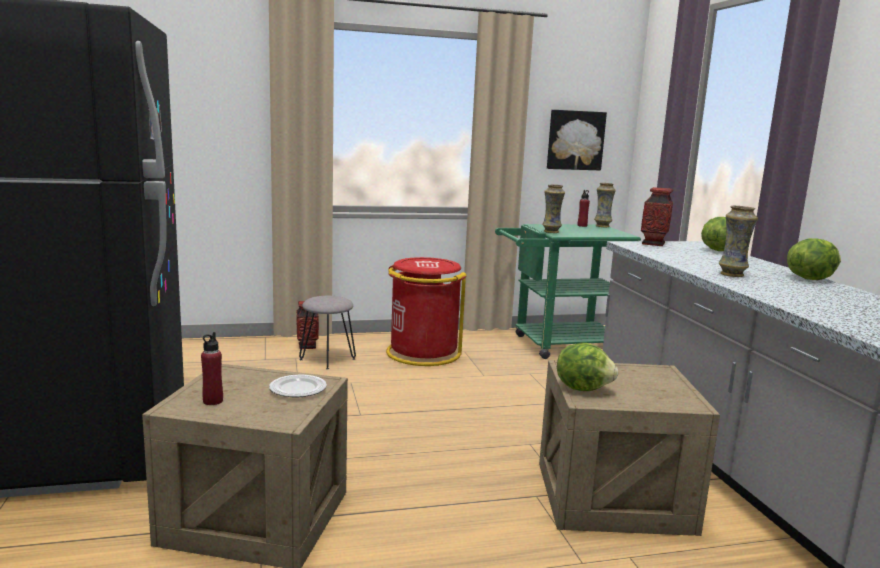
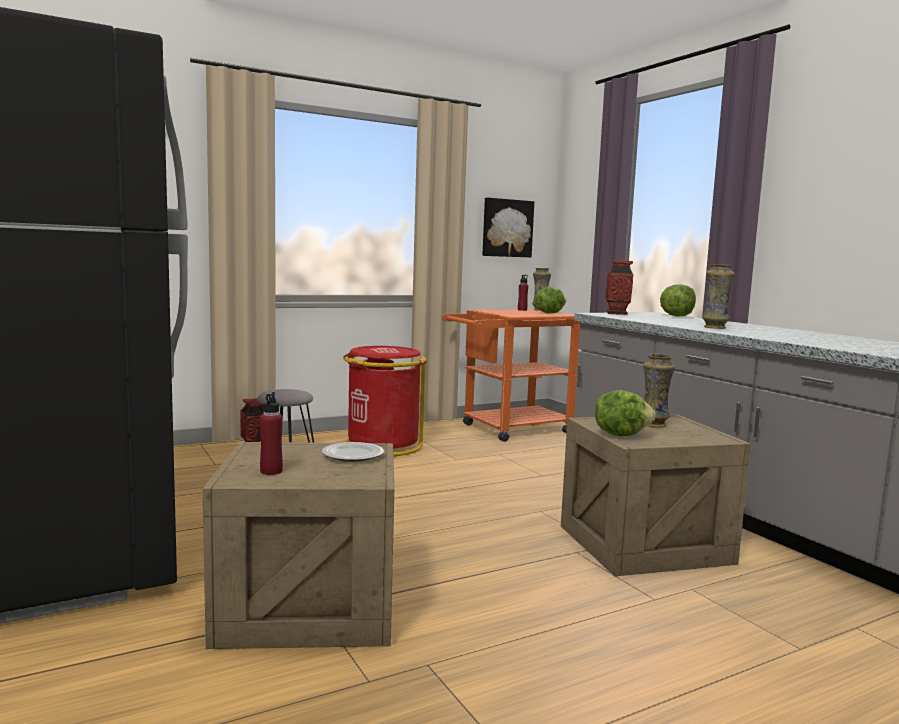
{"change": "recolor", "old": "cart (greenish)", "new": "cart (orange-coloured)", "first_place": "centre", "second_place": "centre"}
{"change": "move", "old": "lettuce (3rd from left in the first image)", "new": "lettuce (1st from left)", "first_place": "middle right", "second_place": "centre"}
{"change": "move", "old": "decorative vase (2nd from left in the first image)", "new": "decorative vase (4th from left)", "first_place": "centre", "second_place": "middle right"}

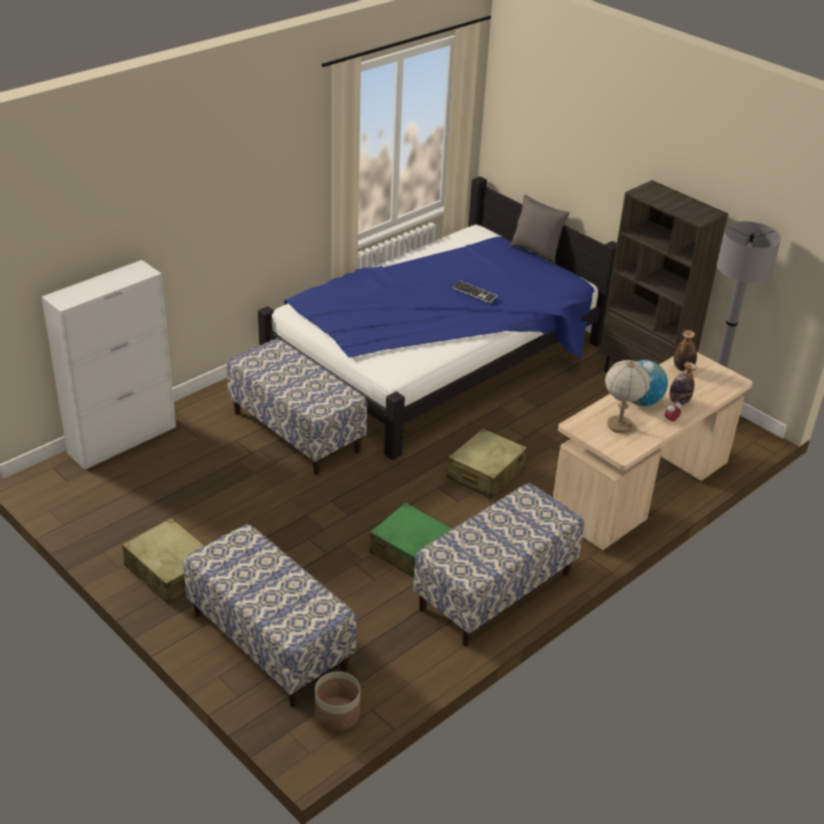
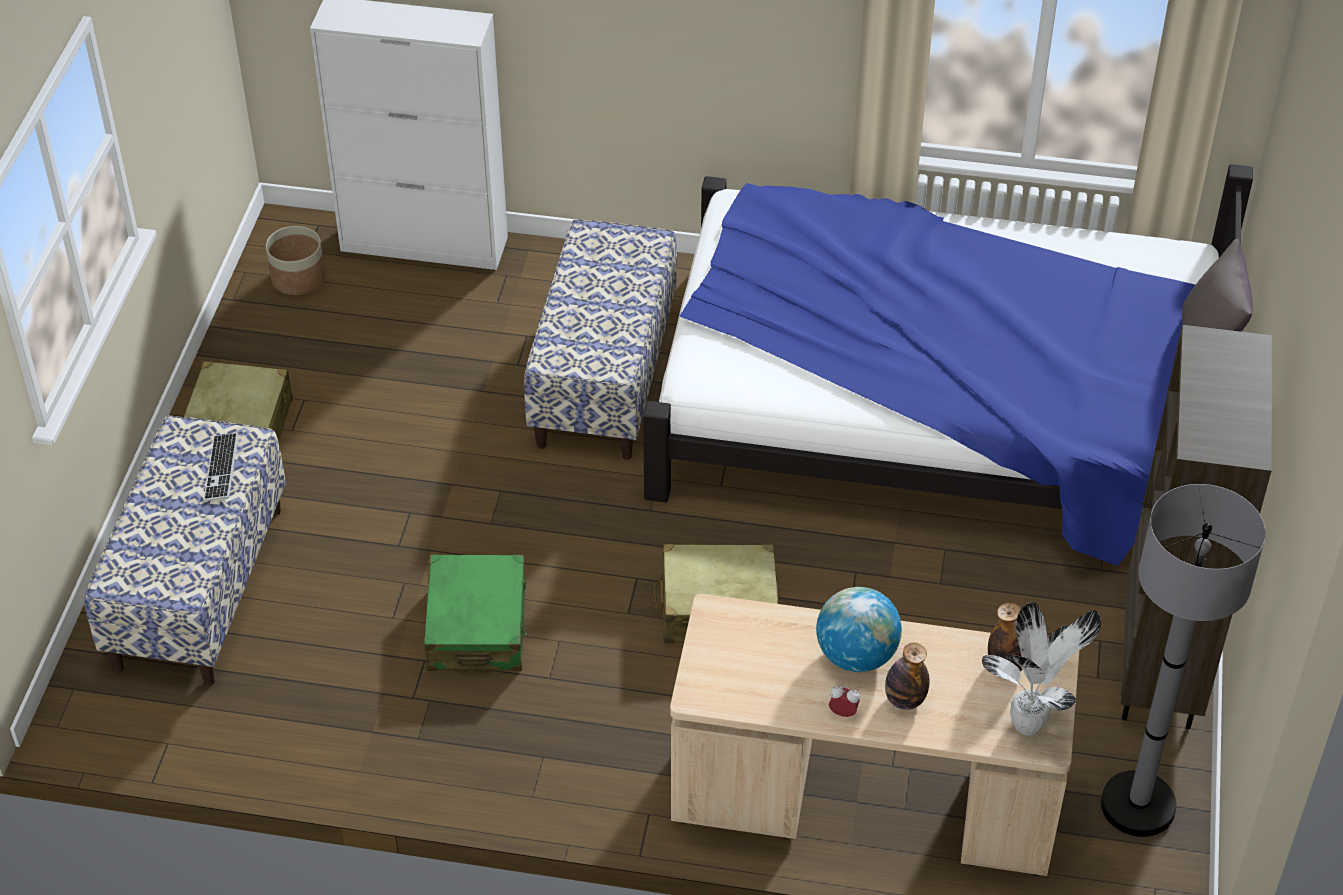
{"change": "move", "old": "computer keyboard", "first_place": "centre", "second_place": "middle left"}
{"change": "move", "old": "plant pot", "first_place": "bottom centre", "second_place": "top left"}
{"change": "insert", "new": "plant in a pot", "second_place": "bottom right"}
{"change": "delete", "old": "indoor bench (3rd from left)", "first_place": "bottom centre"}
{"change": "delete", "old": "table lamp", "first_place": "middle right"}

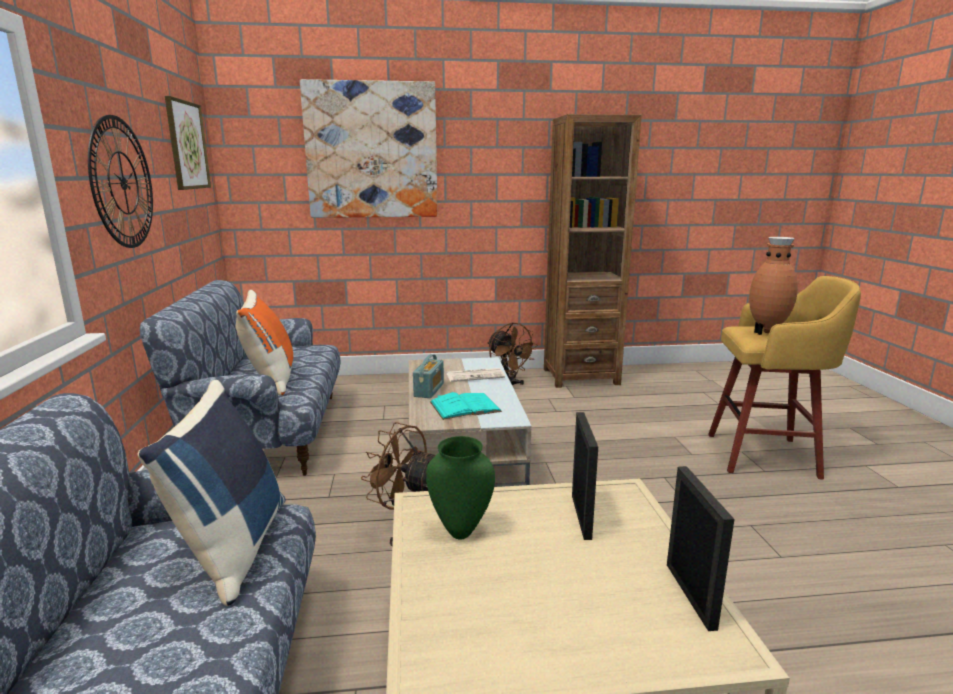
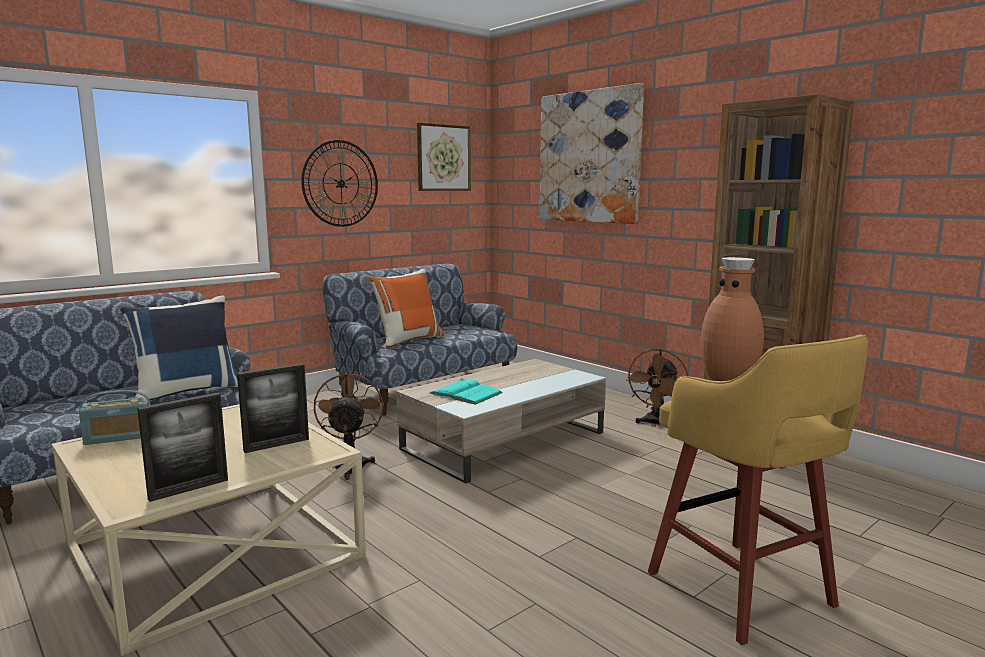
{"change": "move", "old": "radio receiver", "first_place": "centre", "second_place": "middle left"}
{"change": "delete", "old": "decorative vase (greenish)", "first_place": "bottom centre"}
{"change": "delete", "old": "daily paper", "first_place": "centre"}

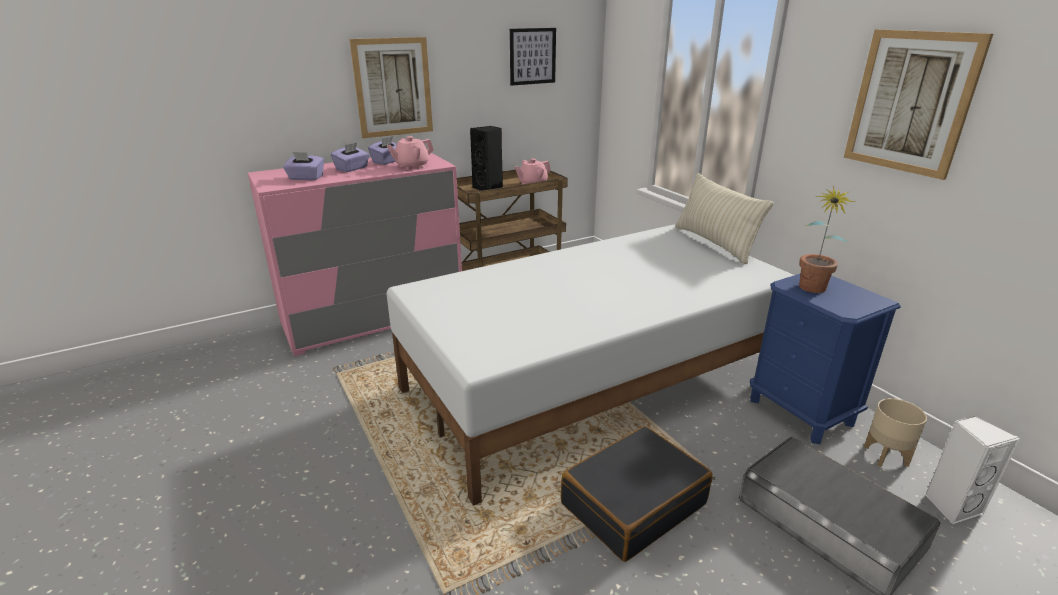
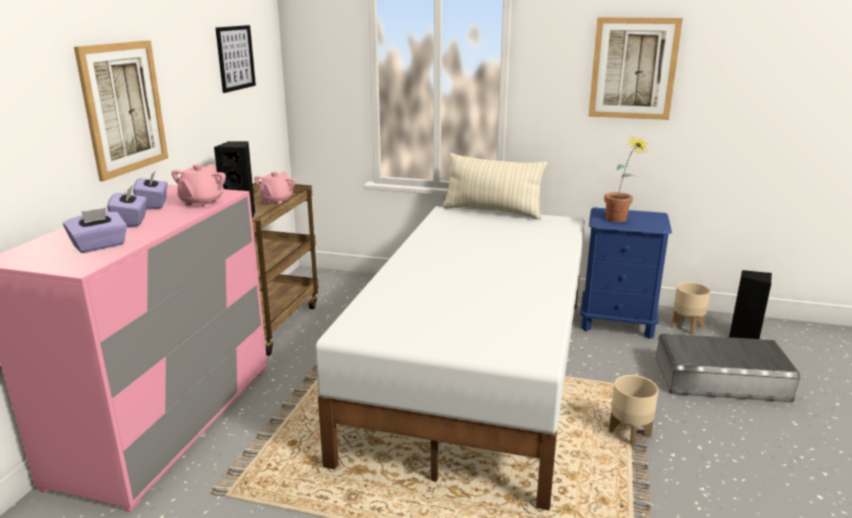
{"change": "replace", "old": "suitcase (black-coloured)", "new": "plant pot (sand-coloured) (1st from left)", "first_place": "bottom centre", "second_place": "bottom right"}
{"change": "recolor", "old": "speaker (white)", "new": "speaker (black-coloured) (2nd from left)", "first_place": "bottom right", "second_place": "middle right"}

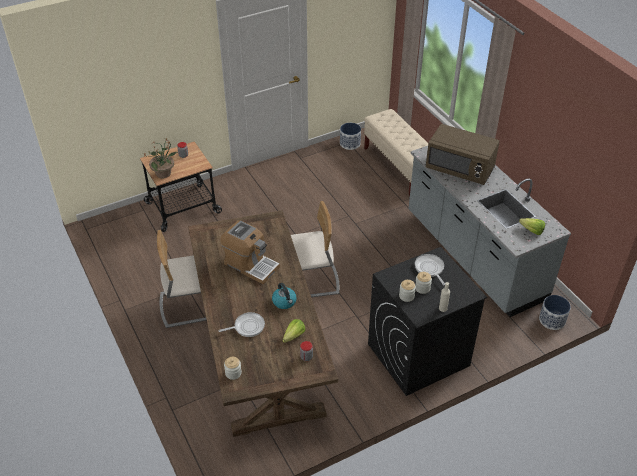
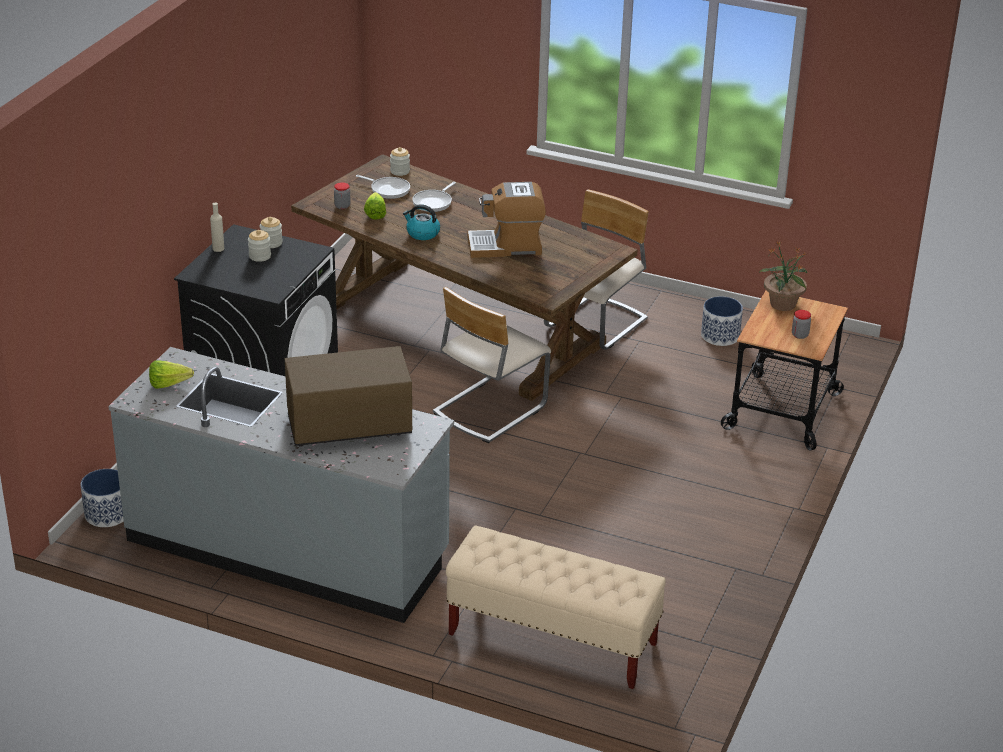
{"change": "move", "old": "skillet (2nd from left in the first image)", "new": "skillet (1st from left)", "first_place": "middle right", "second_place": "top centre"}
{"change": "move", "old": "plant pot (1st from left in the first image)", "new": "plant pot (2nd from left)", "first_place": "top centre", "second_place": "middle right"}

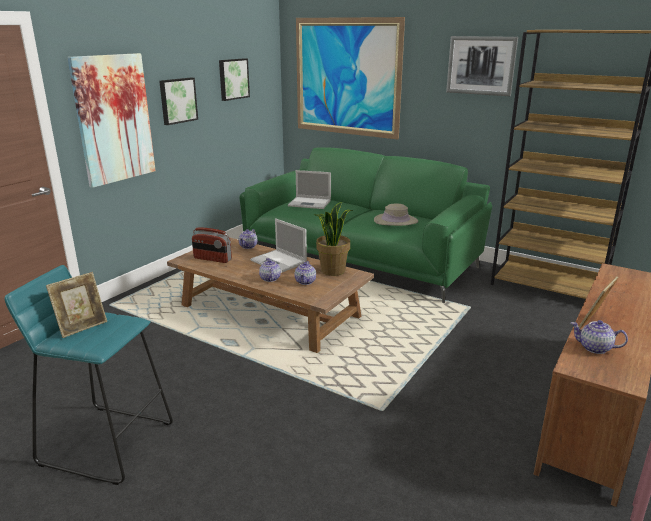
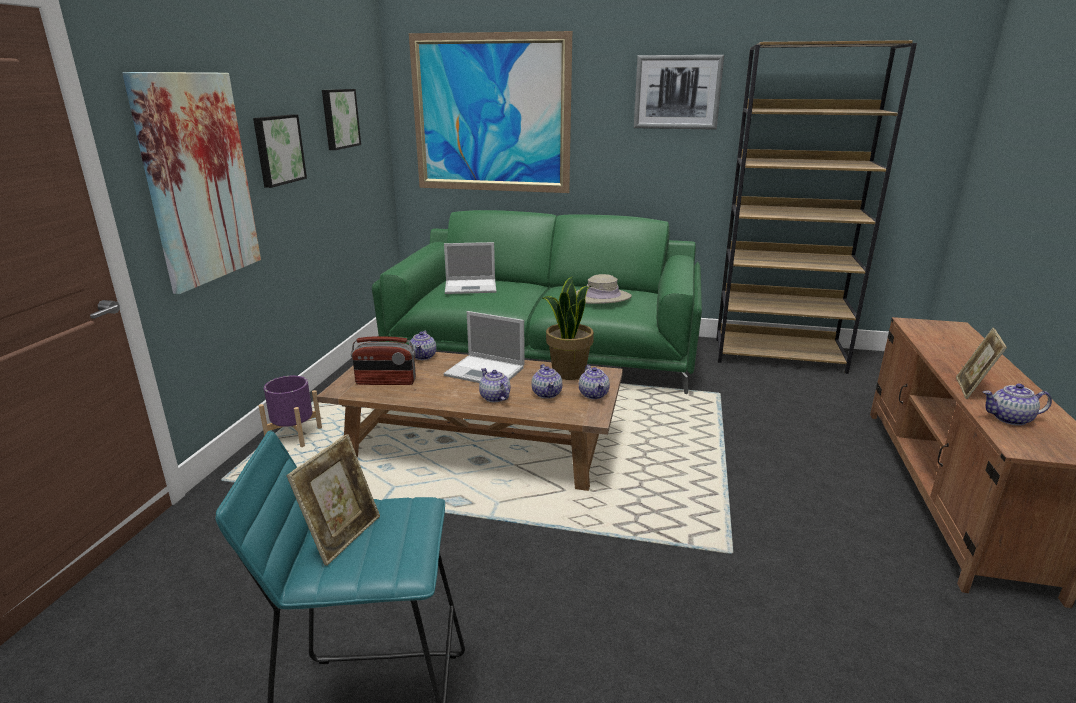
{"change": "insert", "new": "plant pot (purplish)", "second_place": "middle left"}
{"change": "insert", "new": "pot for tea (4th from left)", "second_place": "centre"}

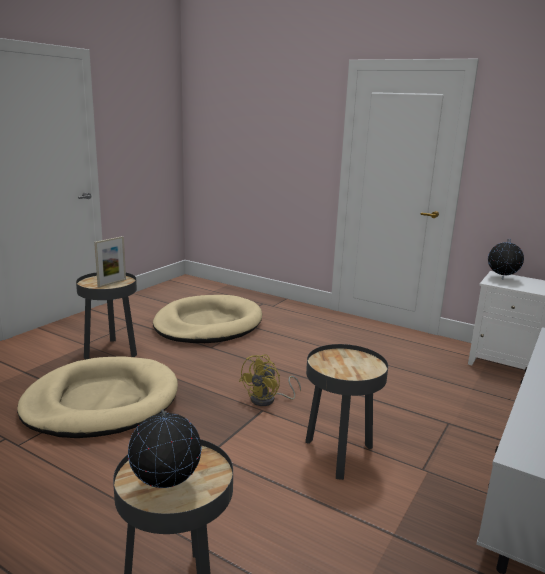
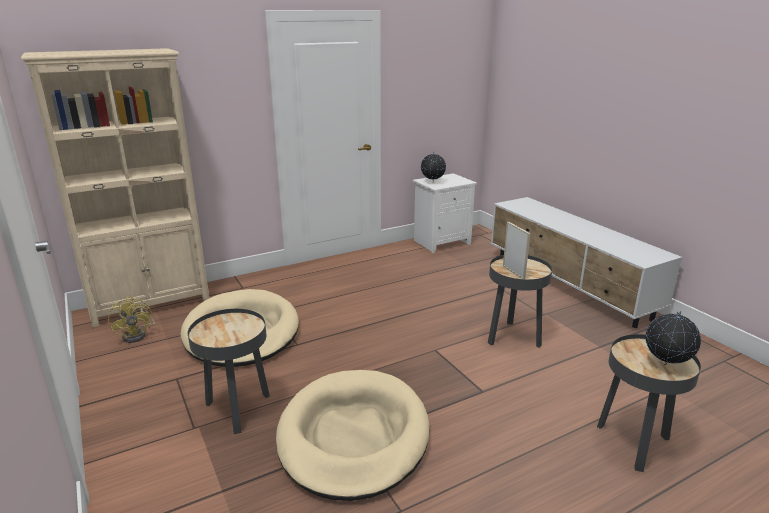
{"change": "insert", "new": "bookshelf (sand-coloured)", "second_place": "middle left"}
{"change": "move", "old": "cooling fan (yellow-coloured)", "first_place": "centre", "second_place": "middle left"}
{"change": "move", "old": "photo frame", "first_place": "middle left", "second_place": "middle right"}

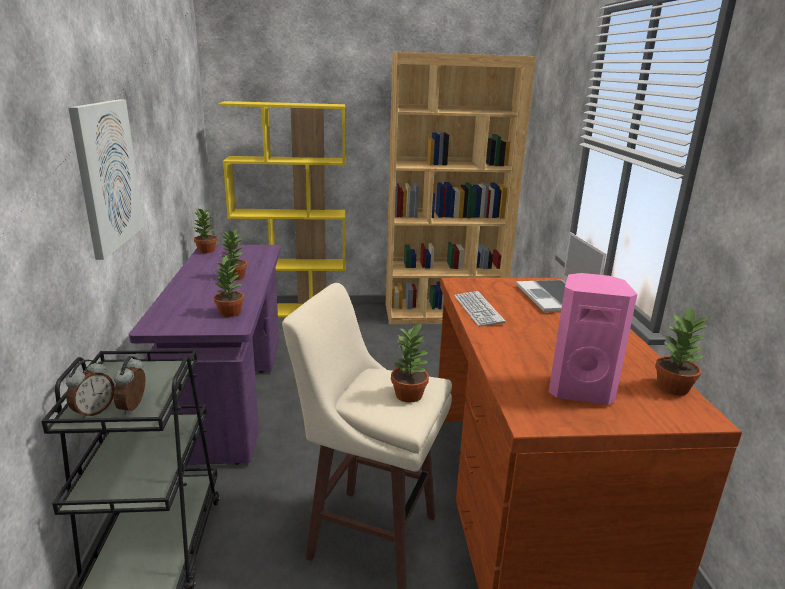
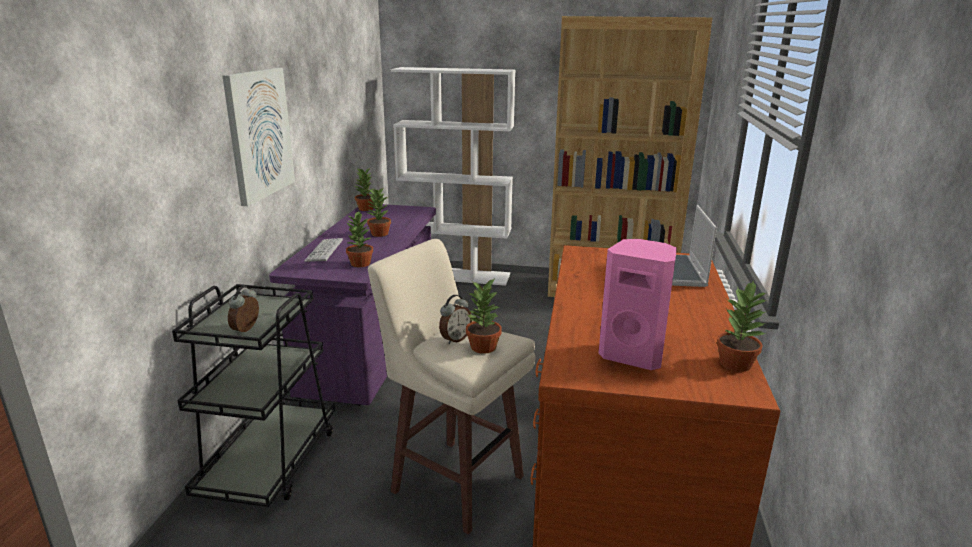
{"change": "move", "old": "computer keyboard", "first_place": "centre", "second_place": "middle left"}
{"change": "recolor", "old": "bookshelf (yellow-coloured)", "new": "bookshelf (white)", "first_place": "centre", "second_place": "top centre"}
{"change": "move", "old": "bedside clock (1st from left in the first image)", "new": "bedside clock (2nd from left)", "first_place": "middle left", "second_place": "centre"}

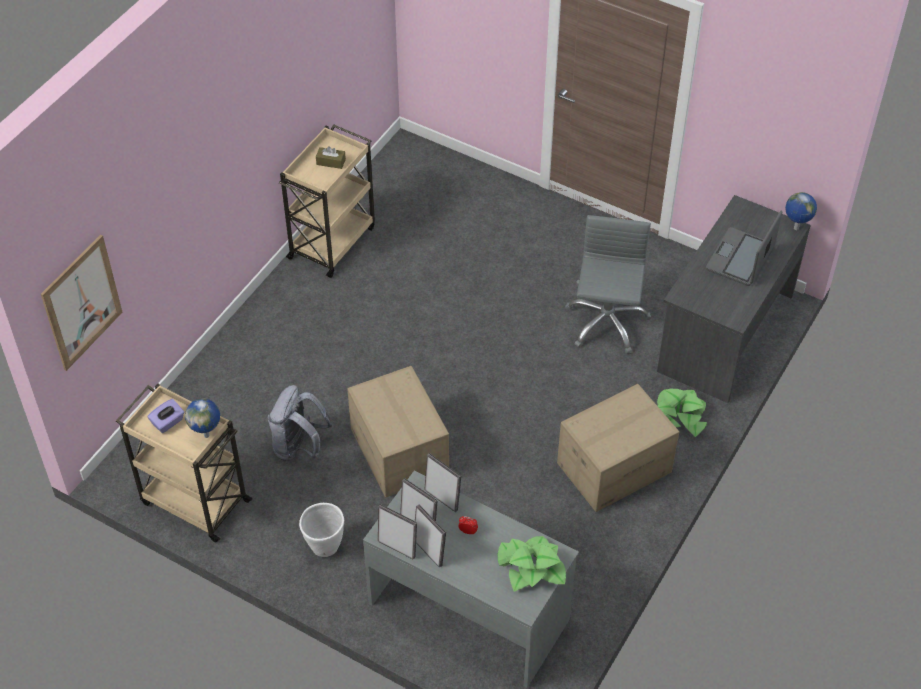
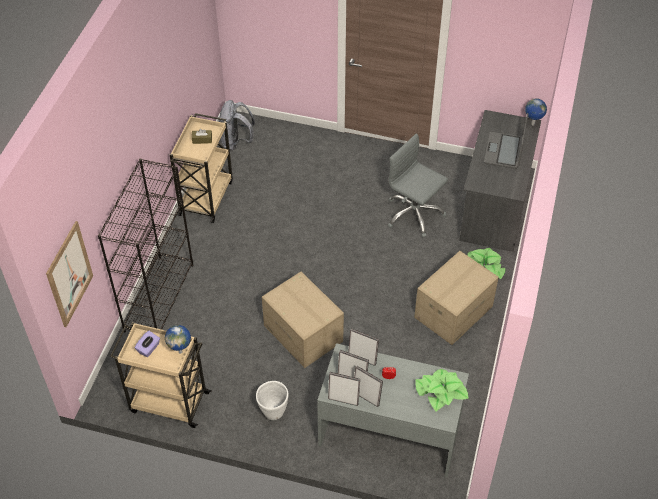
{"change": "insert", "new": "bookshelf (black-coloured)", "second_place": "middle left"}
{"change": "move", "old": "knapsack (grey)", "first_place": "middle left", "second_place": "top centre"}
{"change": "rotate", "old": "computer chair (grey)", "first_place": "centre", "second_place": "centre", "degrees": -45}

